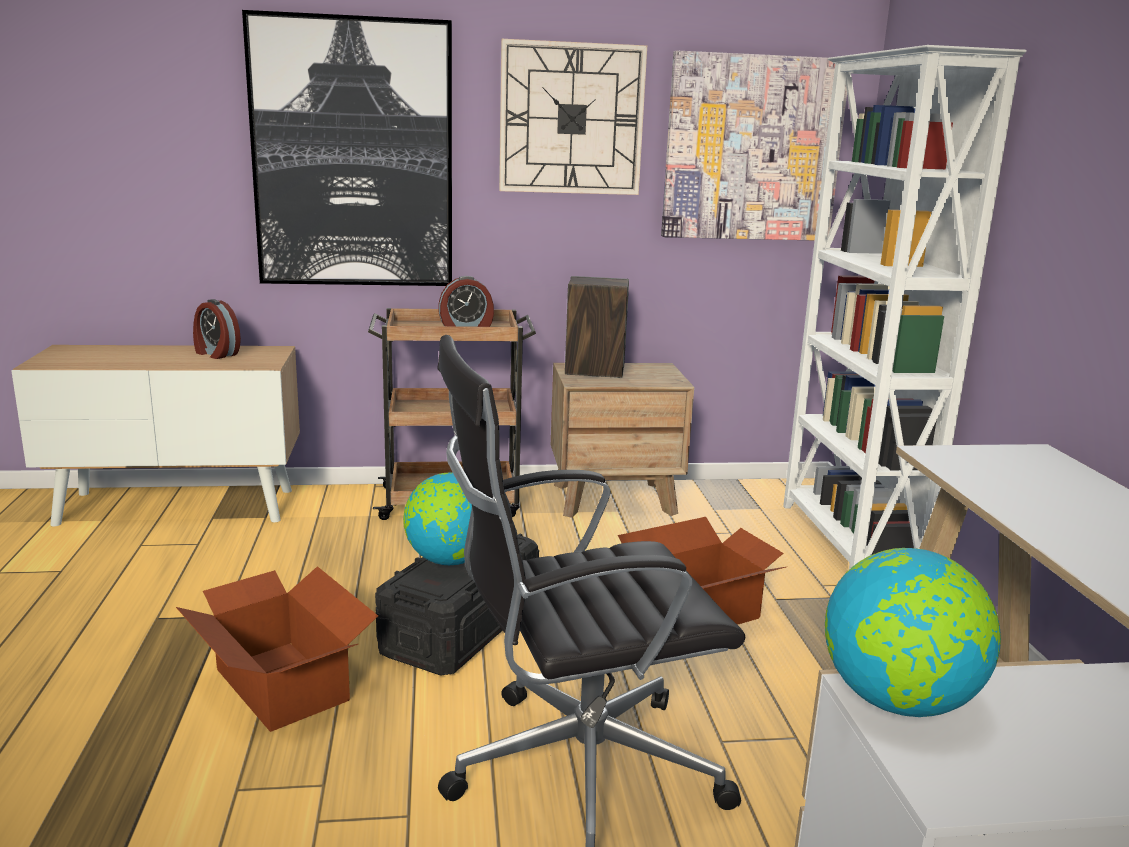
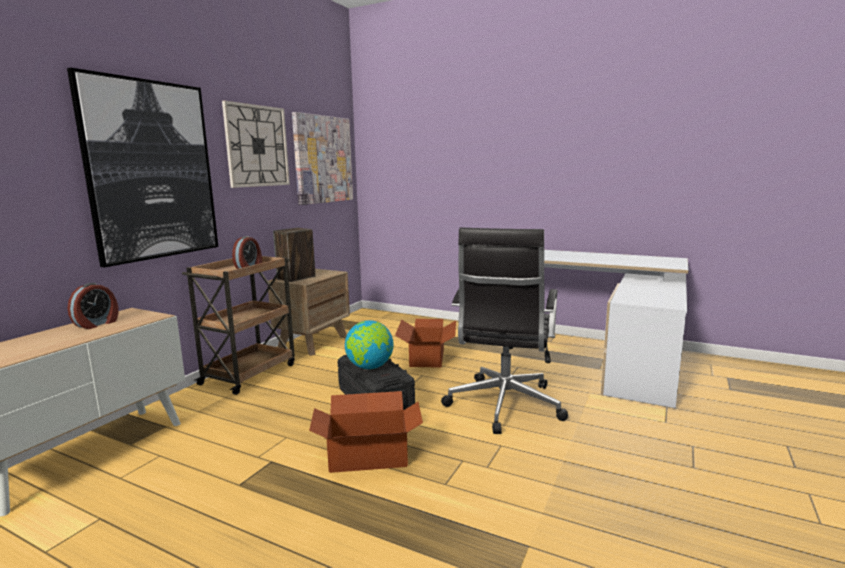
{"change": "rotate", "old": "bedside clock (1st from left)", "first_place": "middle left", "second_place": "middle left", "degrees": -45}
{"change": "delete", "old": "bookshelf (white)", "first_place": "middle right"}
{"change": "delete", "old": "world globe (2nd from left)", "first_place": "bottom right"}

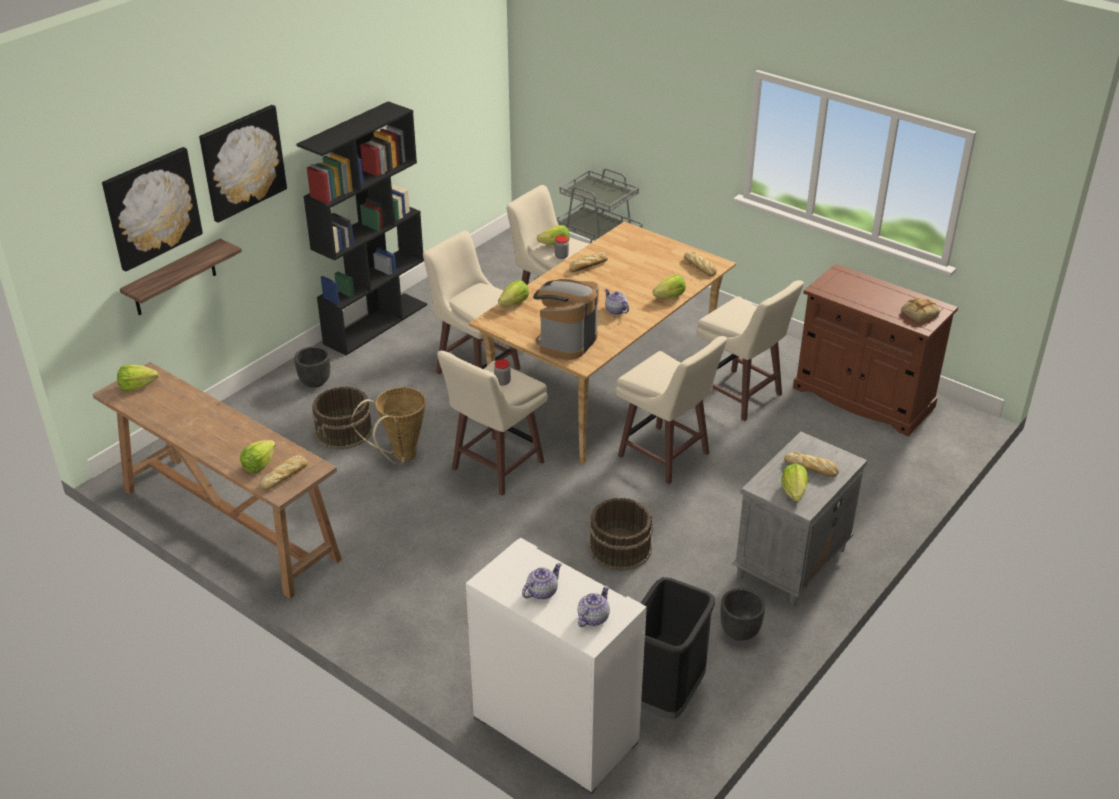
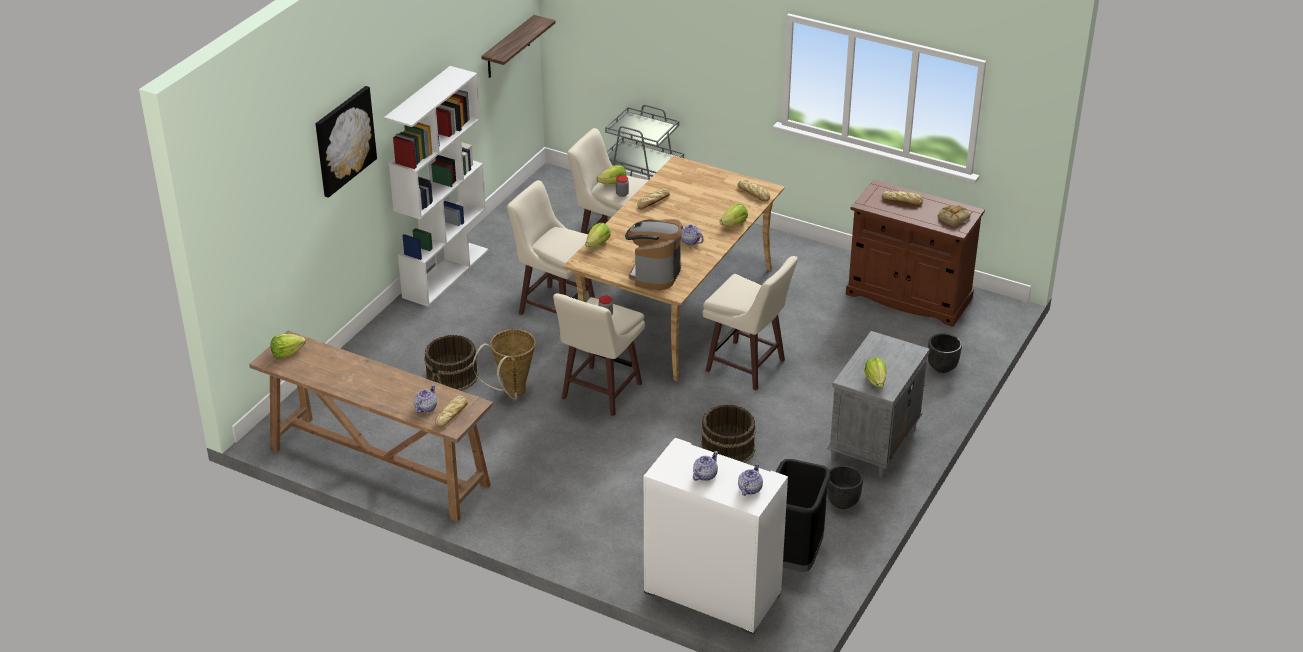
{"change": "recolor", "old": "bookshelf (black-coloured)", "new": "bookshelf (white)", "first_place": "top left", "second_place": "top centre"}
{"change": "replace", "old": "lettuce (2nd from left)", "new": "pot for tea (1st from left)", "first_place": "middle left", "second_place": "middle left"}
{"change": "move", "old": "shelf", "first_place": "middle left", "second_place": "top centre"}
{"change": "move", "old": "bread (4th from left)", "first_place": "middle right", "second_place": "top right"}
{"change": "move", "old": "plant pot (black-coloured) (1st from left in the first image)", "new": "plant pot (black-coloured) (2nd from left)", "first_place": "middle left", "second_place": "middle right"}
{"change": "delete", "old": "wall art (1st from left)", "first_place": "top left"}
{"change": "delete", "old": "sitting stool (sand-coloured) (5th from left)", "first_place": "middle right"}

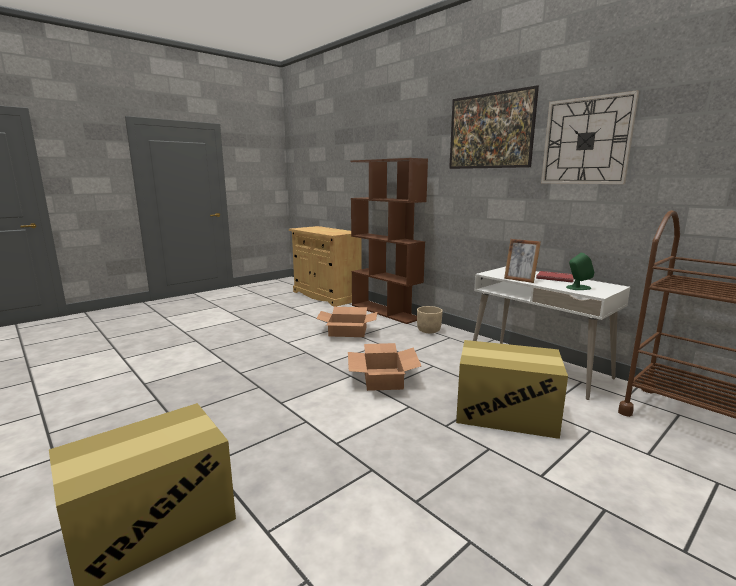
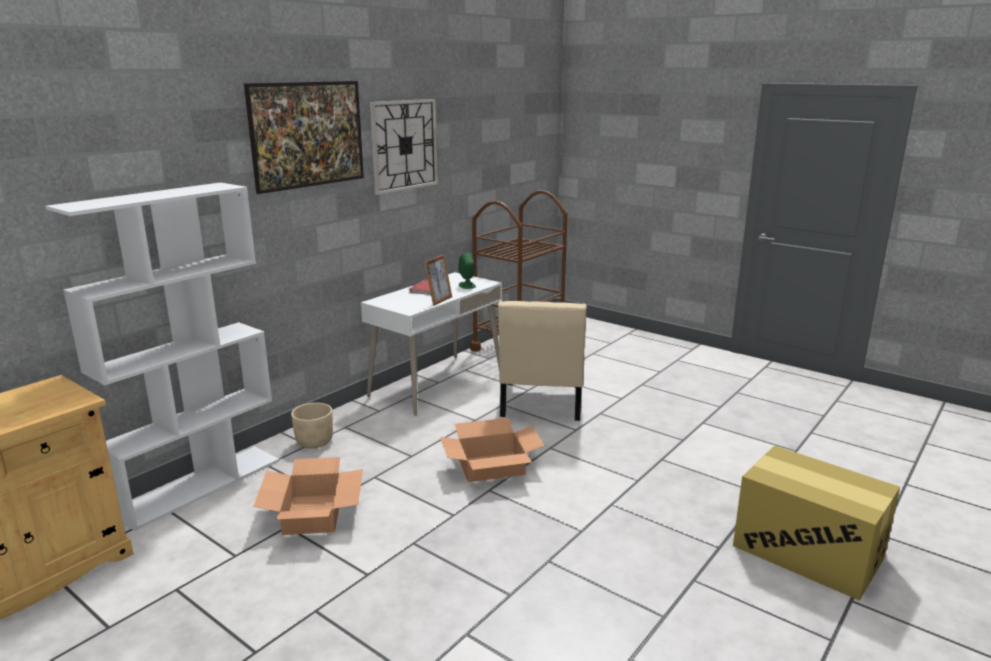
{"change": "recolor", "old": "bookshelf (brownish)", "new": "bookshelf (white)", "first_place": "centre", "second_place": "middle left"}
{"change": "replace", "old": "packing box (4th from left)", "new": "upright chair (sand-coloured)", "first_place": "middle right", "second_place": "centre"}

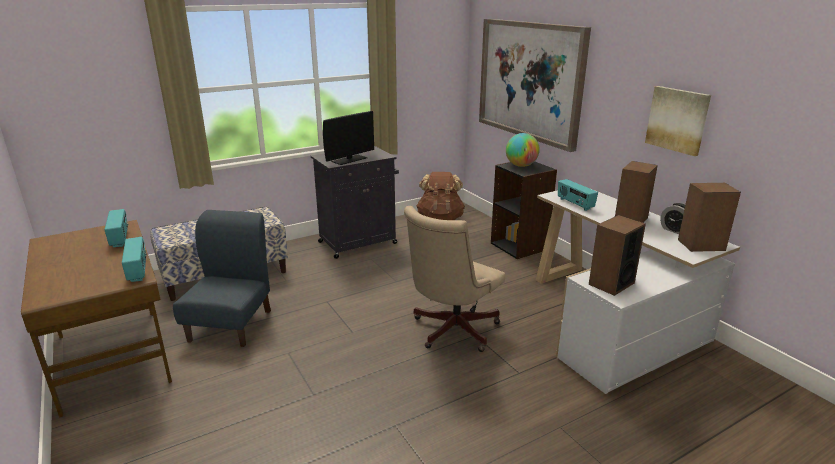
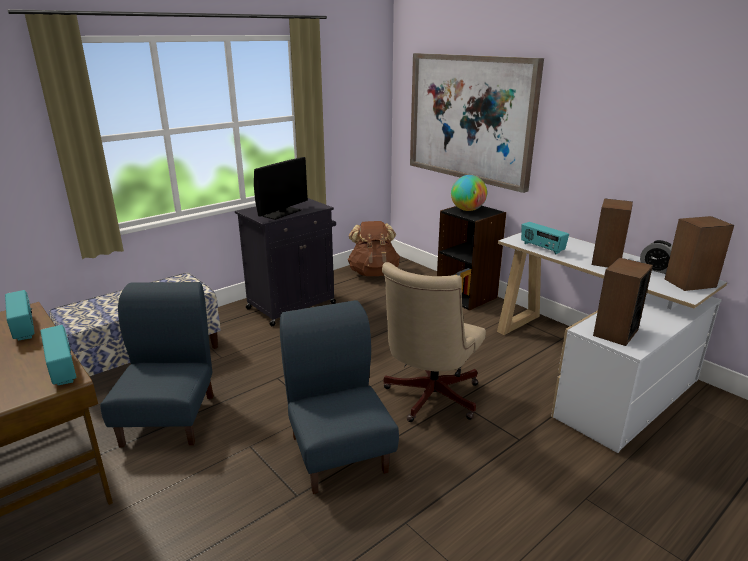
{"change": "insert", "new": "upright chair (bluish) (2nd from left)", "second_place": "bottom centre"}
{"change": "delete", "old": "wall art (2nd from left)", "first_place": "top right"}

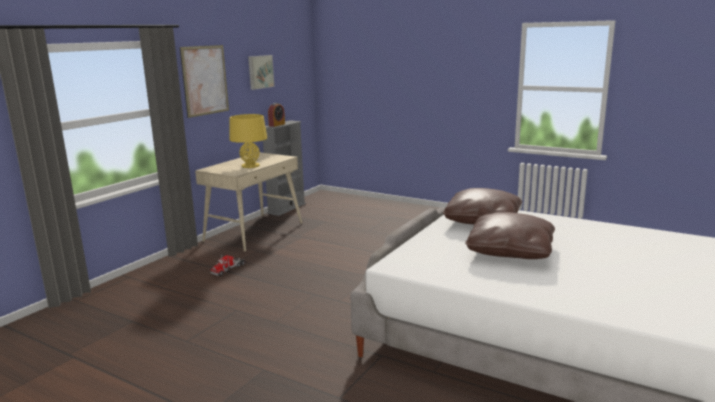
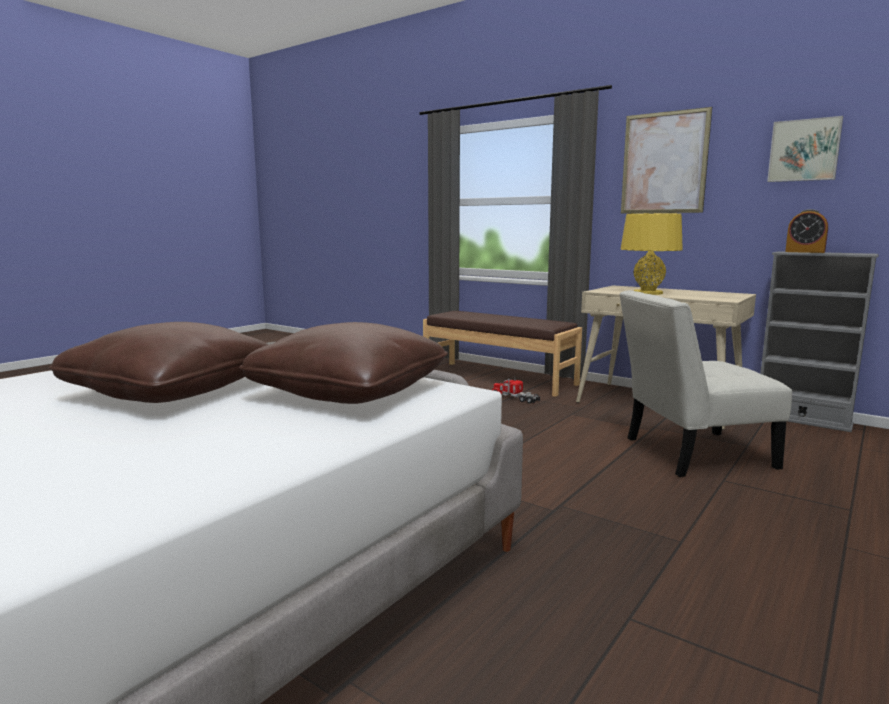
{"change": "insert", "new": "indoor bench (brownish)", "second_place": "centre"}
{"change": "insert", "new": "upright chair (white)", "second_place": "middle right"}

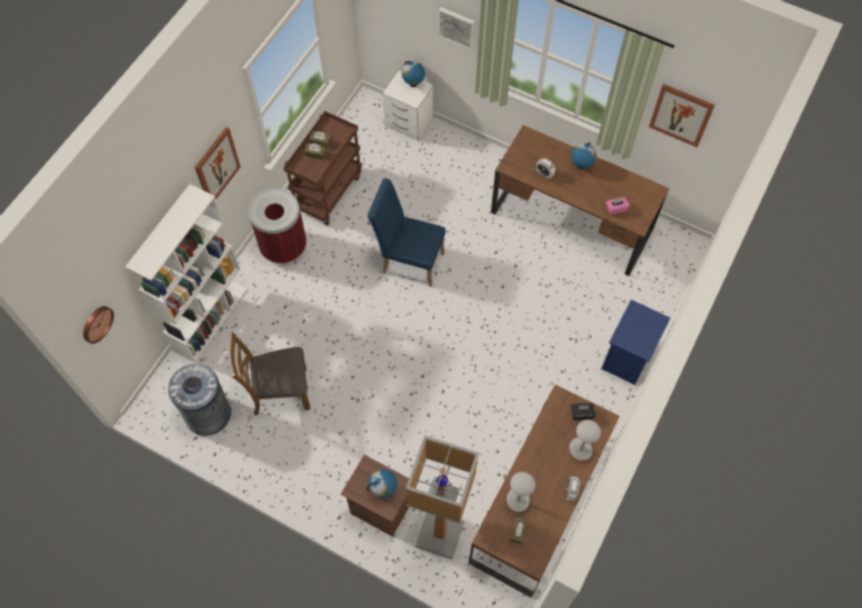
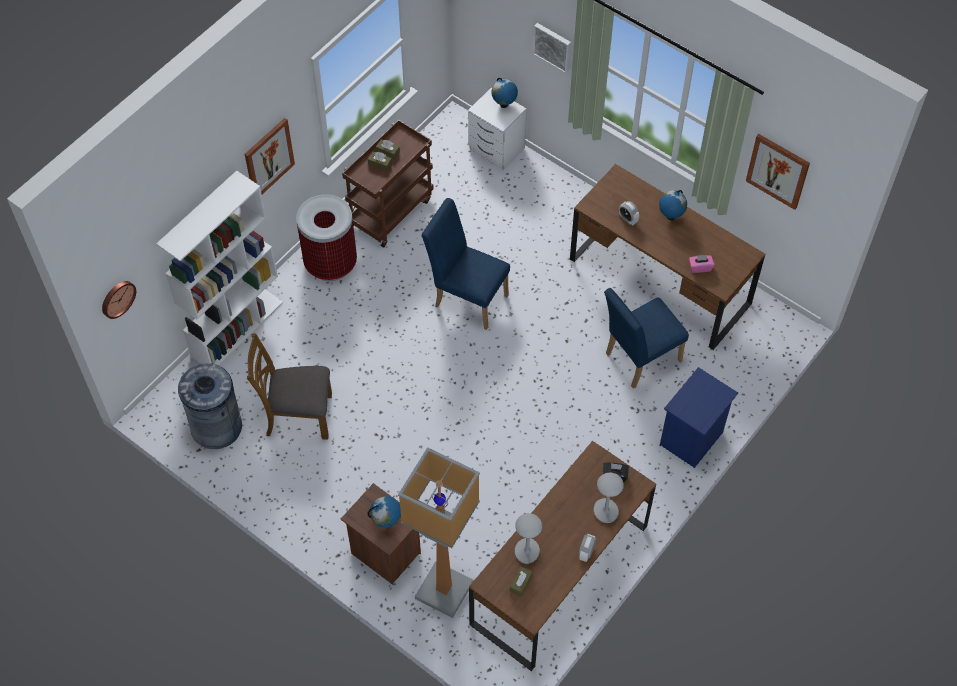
{"change": "insert", "new": "upright chair (bluish) (2nd from left)", "second_place": "middle right"}

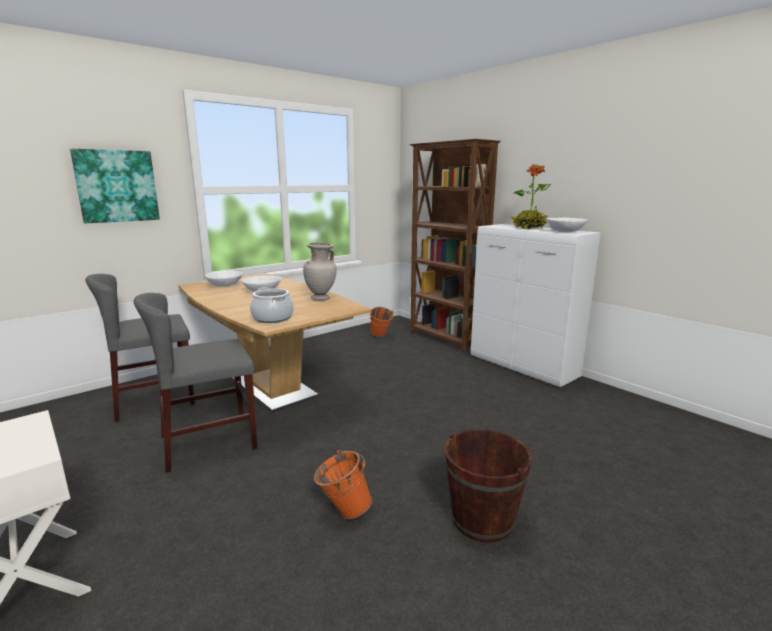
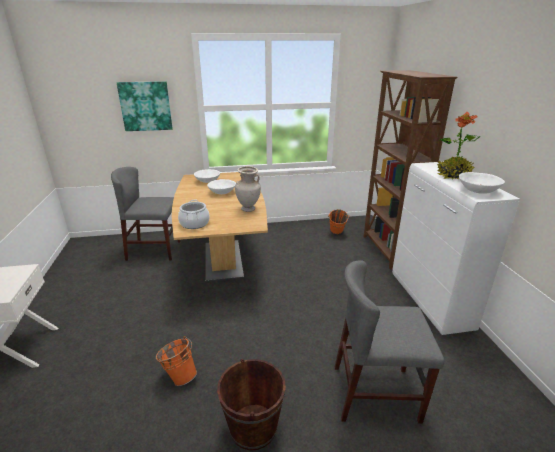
{"change": "move", "old": "upright chair (grey) (2nd from left)", "first_place": "middle left", "second_place": "bottom right"}

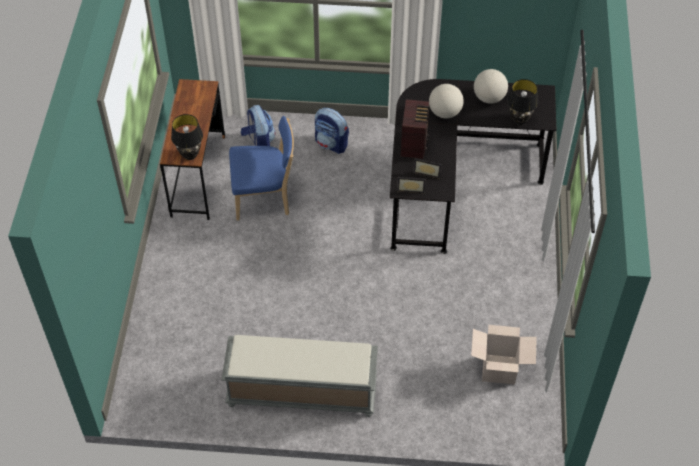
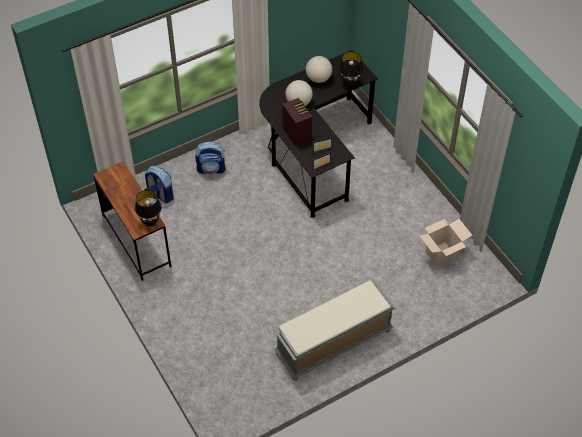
{"change": "delete", "old": "upright chair (bluish)", "first_place": "centre"}

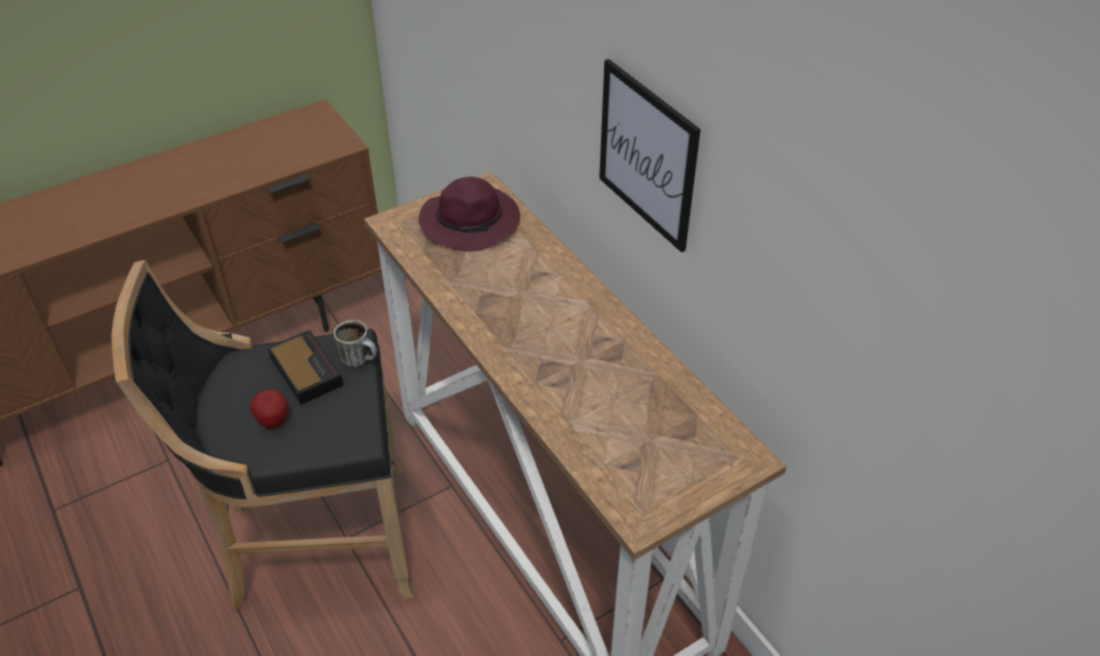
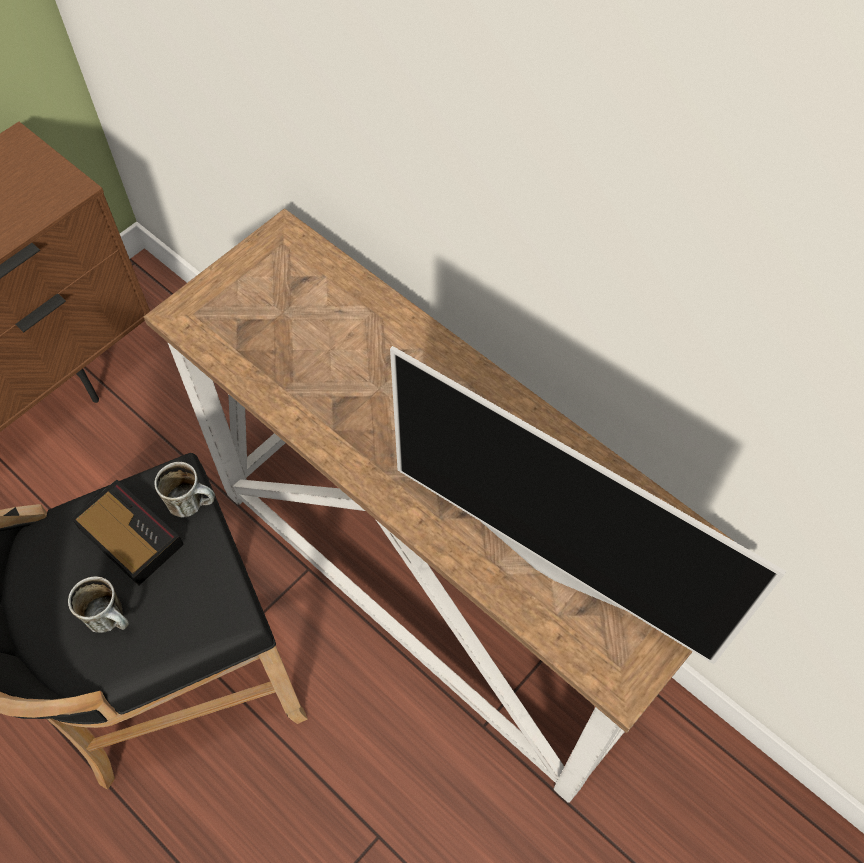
{"change": "replace", "old": "apple", "new": "tea mug (1st from left)", "first_place": "middle left", "second_place": "bottom left"}
{"change": "insert", "new": "TV", "second_place": "middle right"}
{"change": "delete", "old": "hat (purplish)", "first_place": "top centre"}
{"change": "delete", "old": "wall art", "first_place": "top centre"}

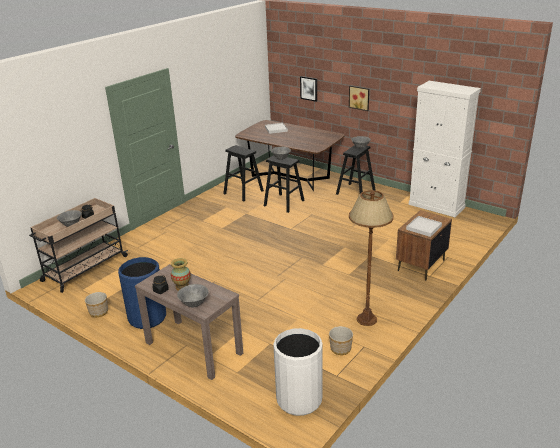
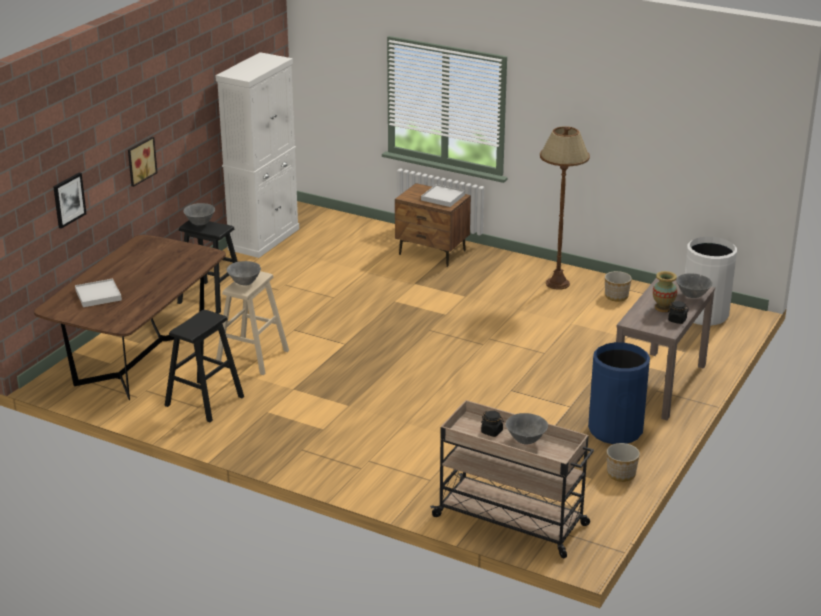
{"change": "recolor", "old": "sitting stool (black-coloured) (2nd from left)", "new": "sitting stool (sand-coloured)", "first_place": "centre", "second_place": "middle left"}

